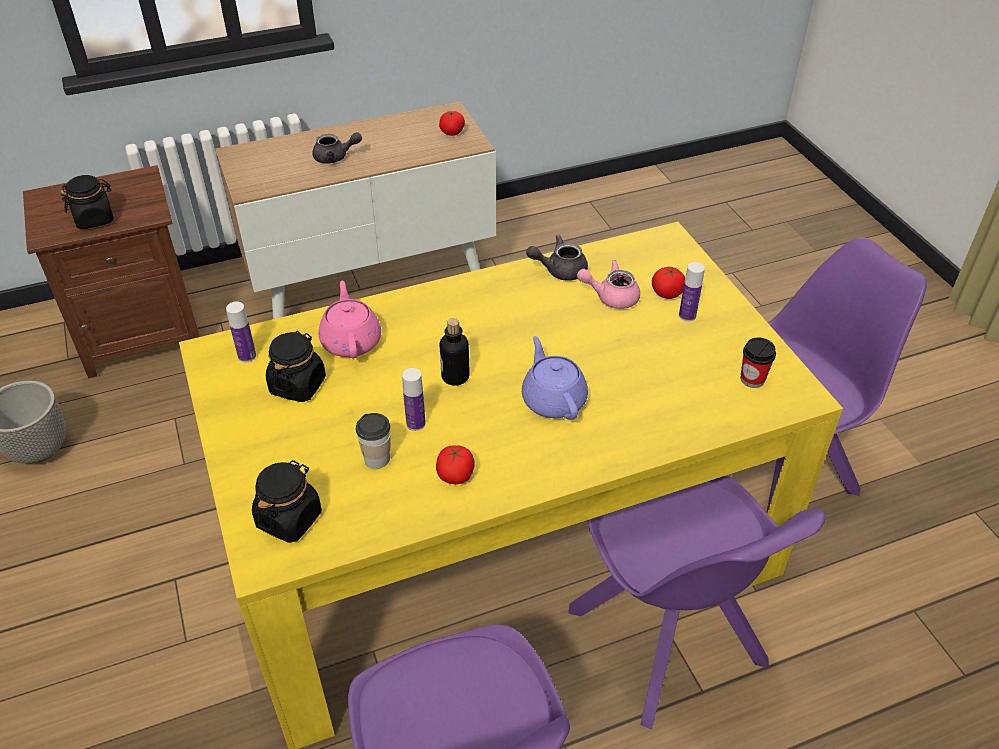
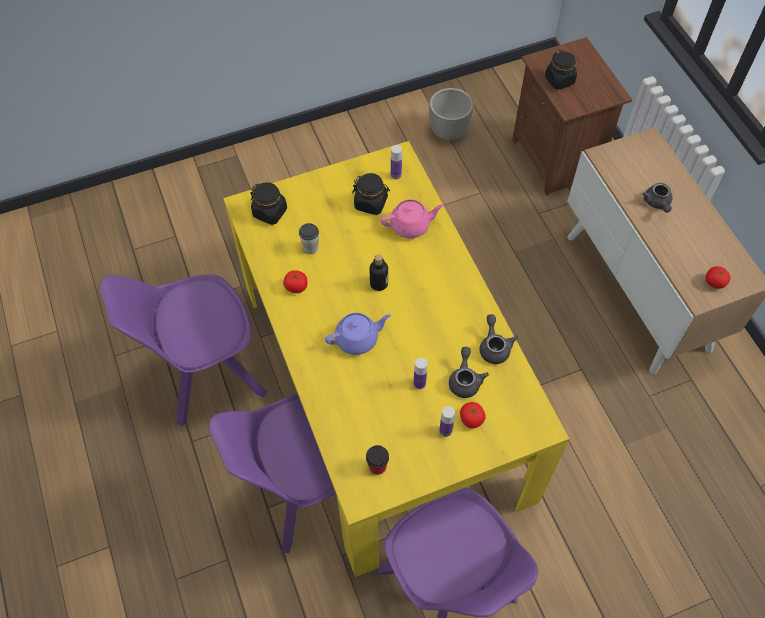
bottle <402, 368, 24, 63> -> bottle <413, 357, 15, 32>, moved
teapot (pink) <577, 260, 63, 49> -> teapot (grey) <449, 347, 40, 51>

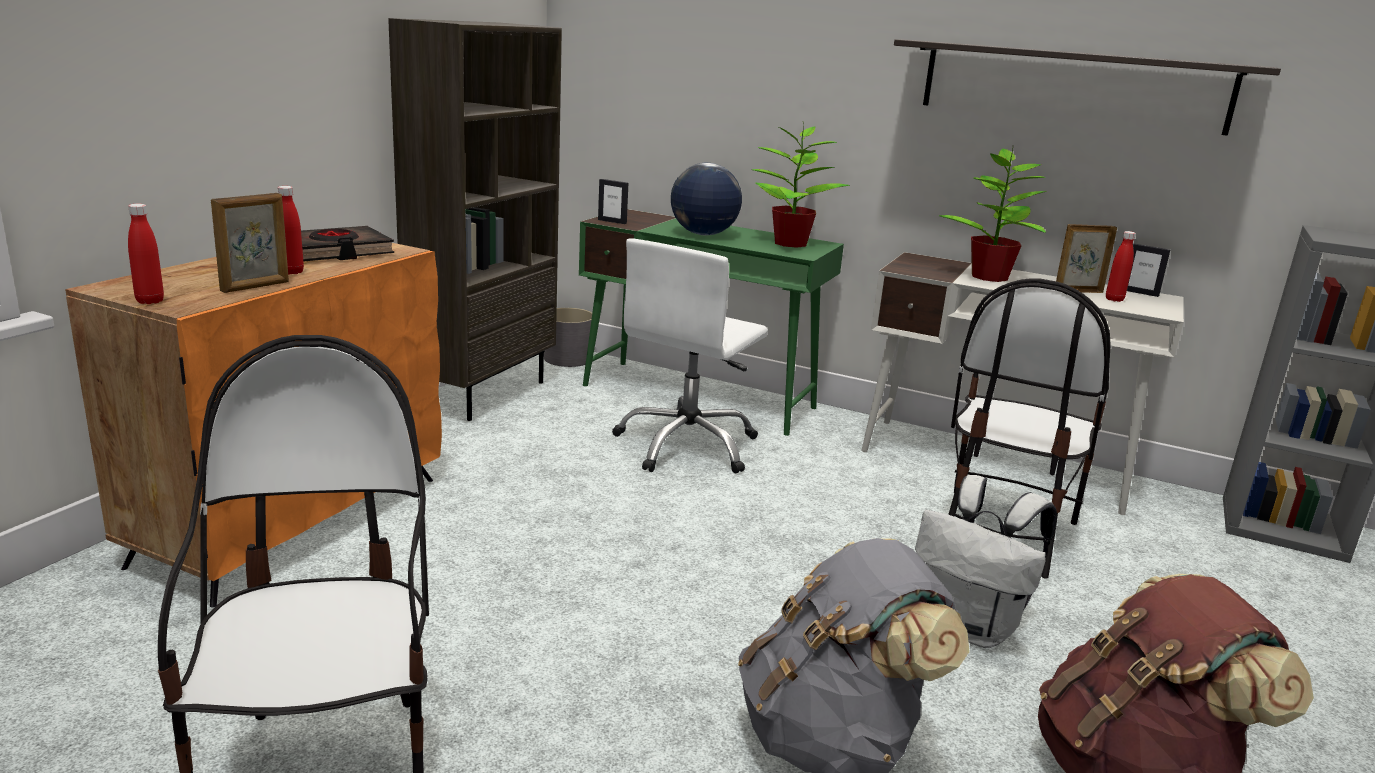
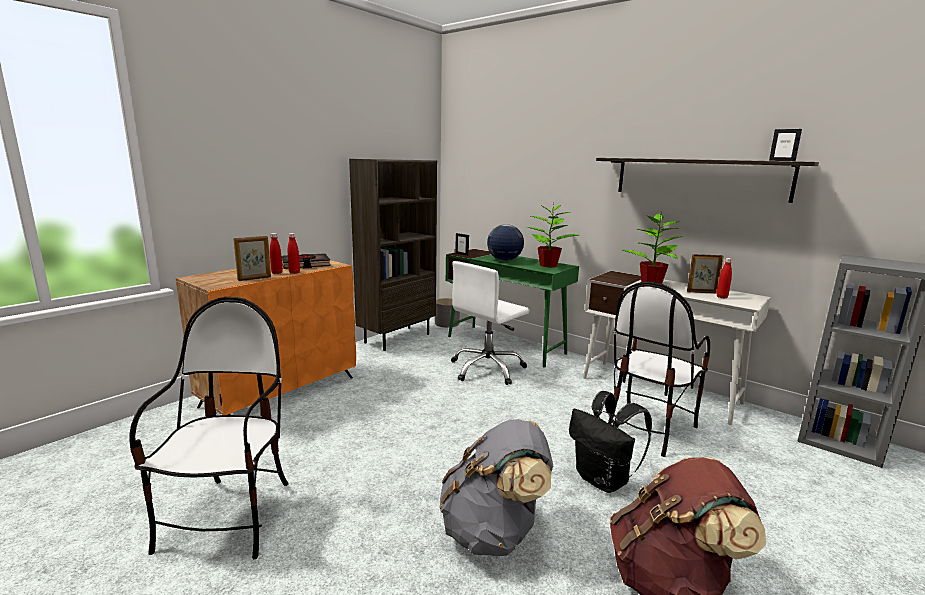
bottle (red) <128, 204, 36, 100> -> bottle (red) <288, 233, 12, 41>, moved
picture frame <1127, 243, 43, 54> -> picture frame <769, 129, 33, 32>, moved
backpack (white) <915, 475, 142, 173> -> backpack (black) <569, 391, 83, 102>

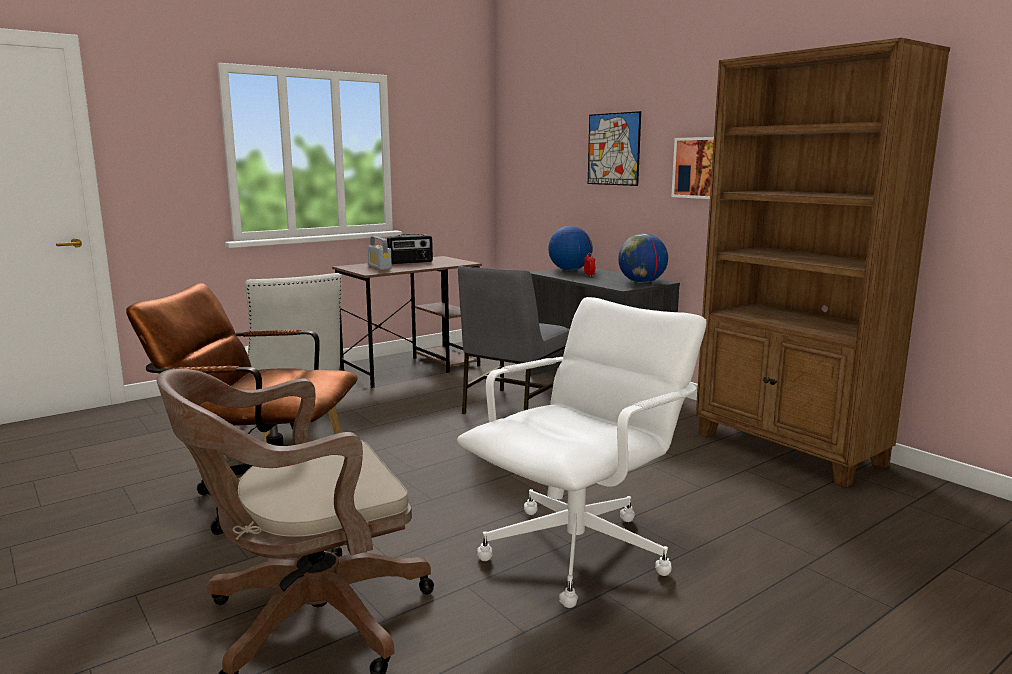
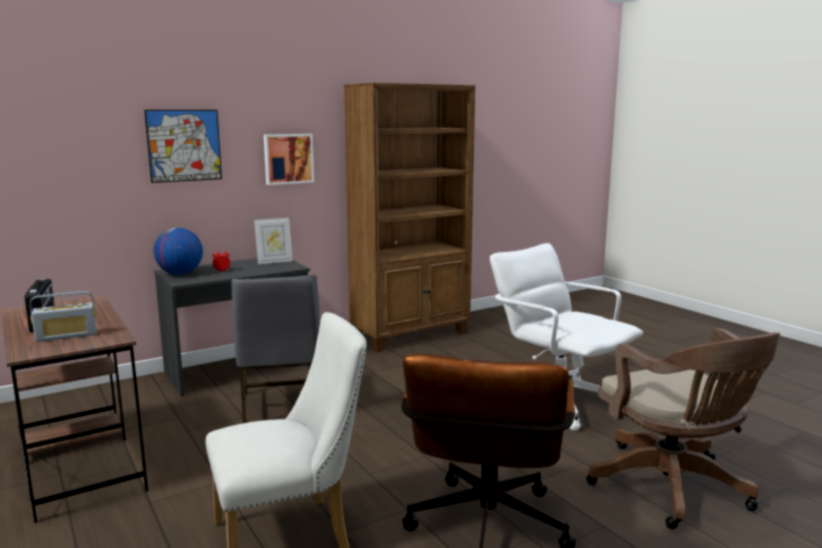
globe <618, 233, 50, 50> -> picture frame <254, 218, 39, 46>
chair (grey) <458, 266, 112, 148> -> chair (grey) <231, 274, 89, 149>, 45 degrees clockwise

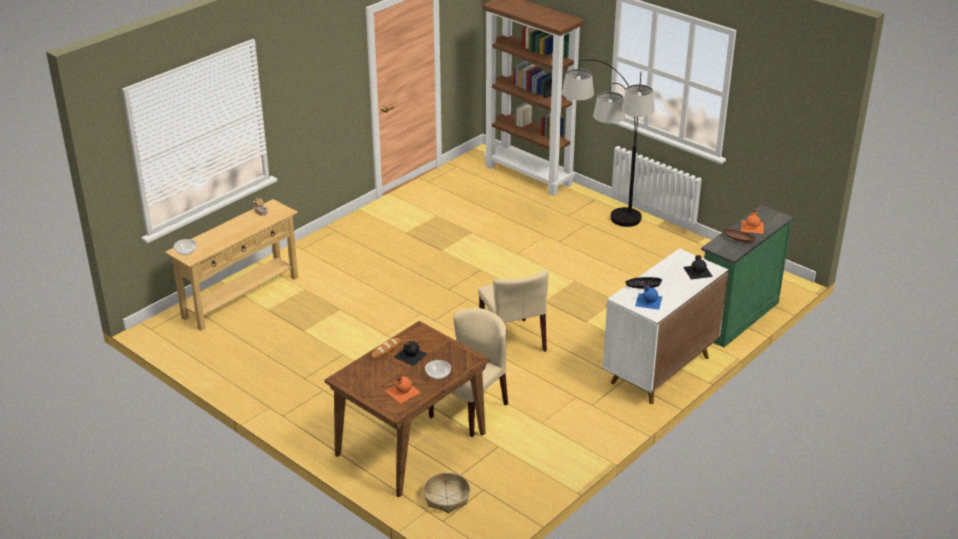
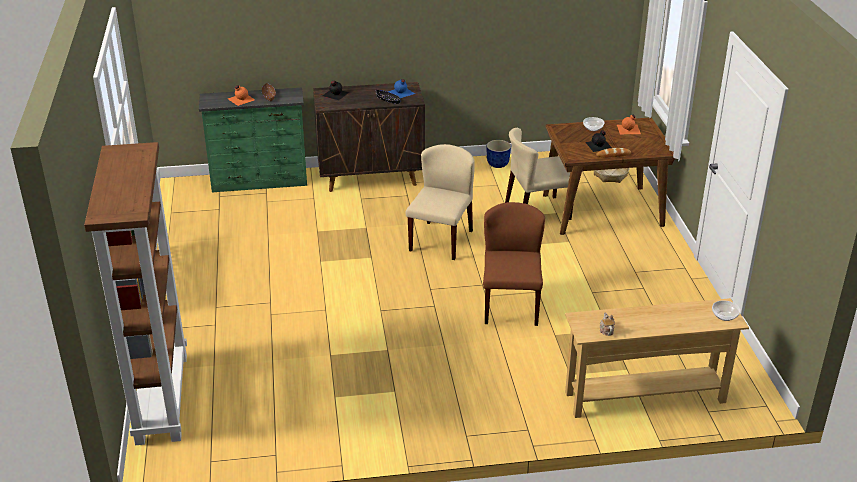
floor lamp <562, 60, 93, 167> -> none
none -> chair (brown) <483, 202, 62, 124>
none -> planter <486, 140, 25, 28>
cabinet (white) <603, 248, 126, 156> -> cabinet (brown) <313, 82, 112, 110>

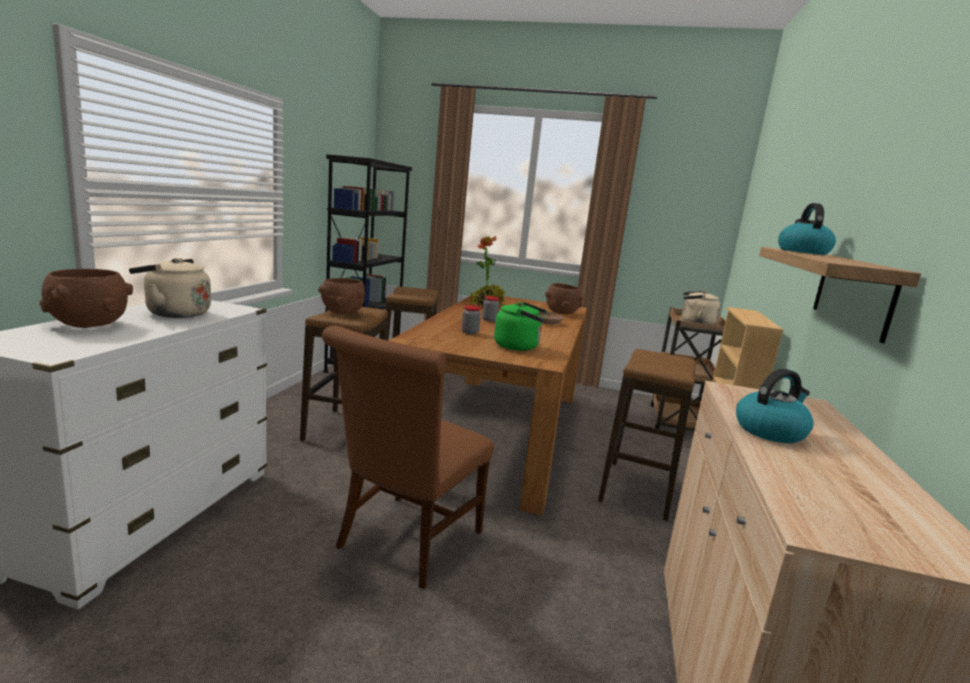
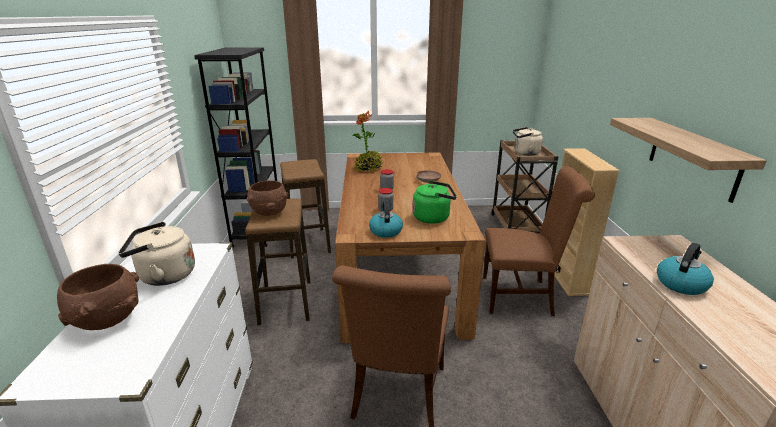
bowl (brown) <545, 283, 39, 31> -> none
kettle <778, 203, 58, 52> -> kettle <369, 201, 34, 37>, moved
stool <598, 349, 98, 172> -> chair (brown) <483, 166, 112, 151>

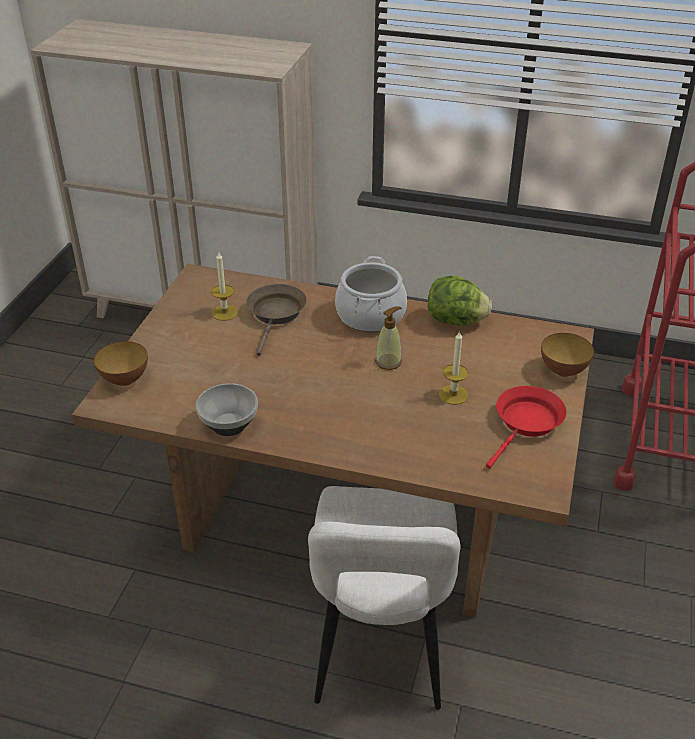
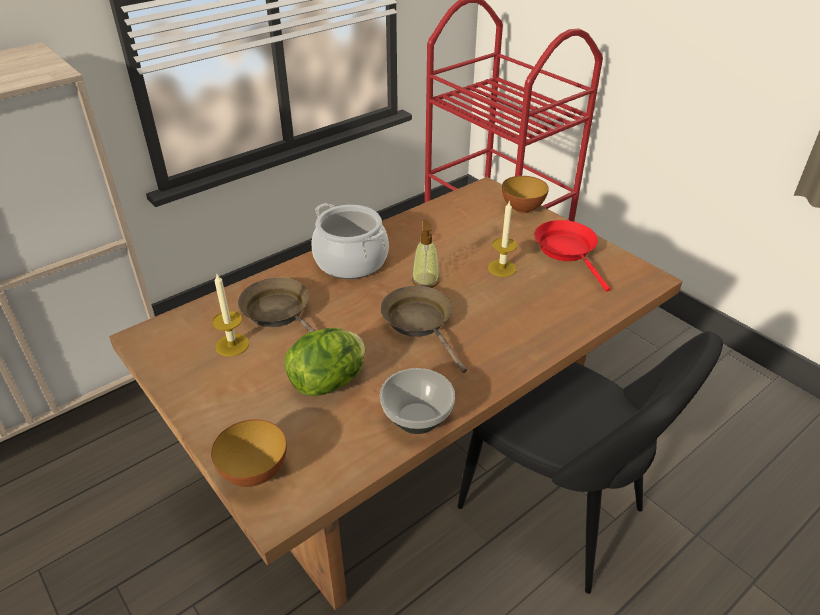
none -> frying pan (brown) <381, 286, 86, 87>
lettuce <428, 276, 64, 50> -> lettuce <284, 328, 81, 68>, moved
chair (white) <308, 486, 152, 224> -> chair (black) <457, 331, 266, 263>

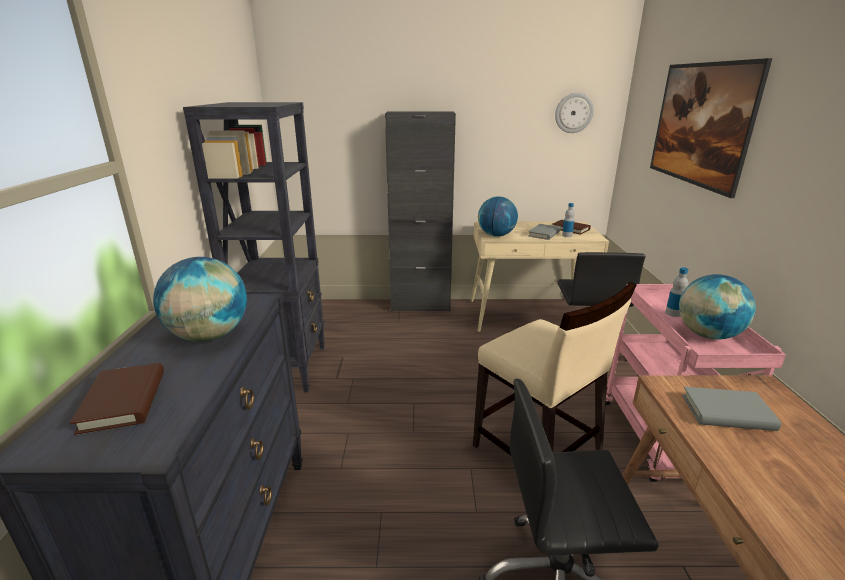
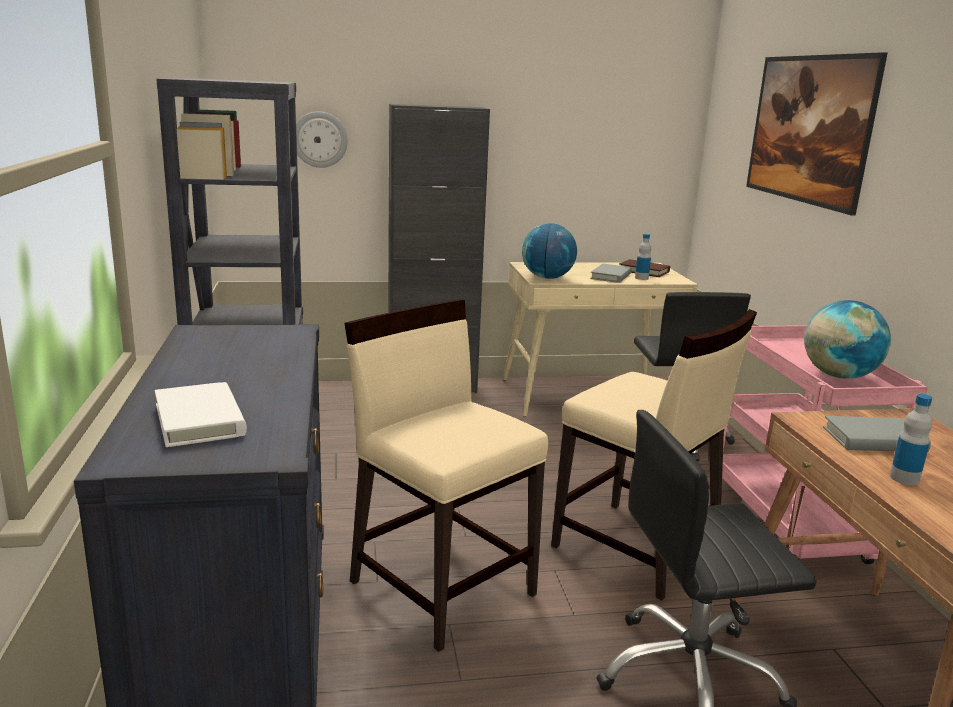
globe <153, 257, 94, 85> -> none
none -> chair (beige) <344, 300, 204, 352>
wall clock <555, 93, 39, 40> -> wall clock <296, 112, 52, 56>, moved
bottle <665, 267, 23, 50> -> bottle <890, 394, 42, 91>, moved
book (brown) <70, 363, 94, 72> -> book (white) <155, 382, 92, 65>

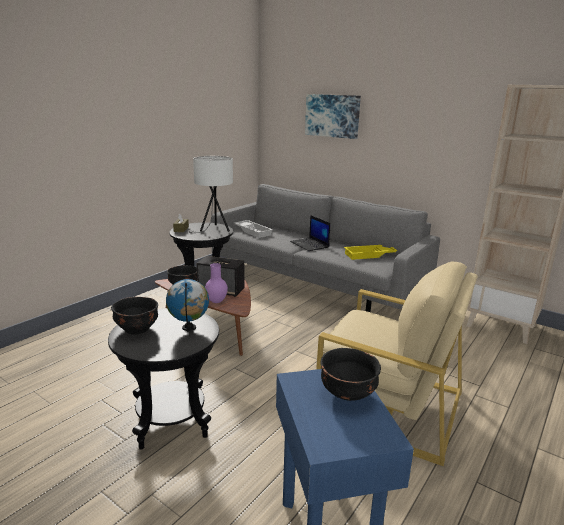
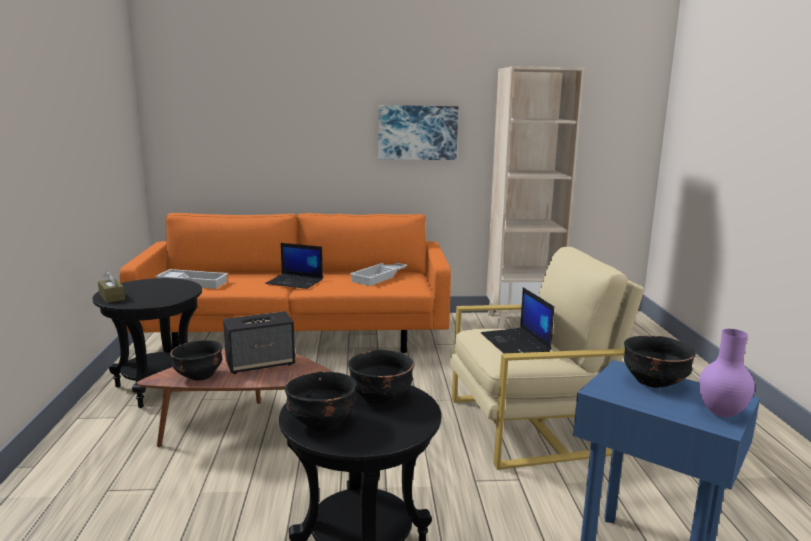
table lamp (white) <188, 156, 45, 77> -> none
none -> laptop <481, 287, 73, 66>
vase (purple) <205, 263, 23, 40> -> vase (purple) <699, 329, 56, 88>, moved
picture <305, 94, 56, 45> -> picture <378, 105, 80, 55>, moved
globe <166, 279, 43, 52> -> bowl (black) <348, 350, 66, 53>
sofa (grey) <211, 184, 229, 128> -> sofa (orange) <120, 213, 331, 140>
tray (yellow) <344, 245, 54, 15> -> tray (white) <350, 263, 57, 23>

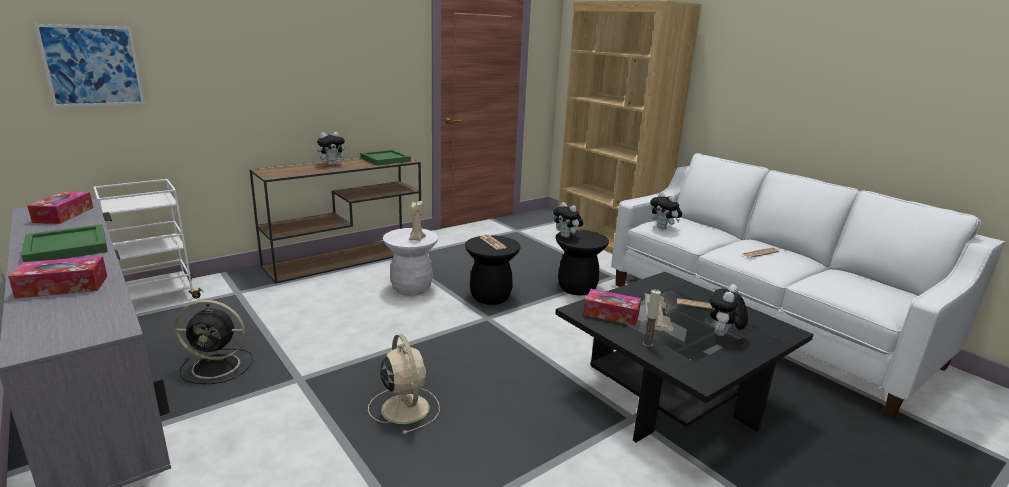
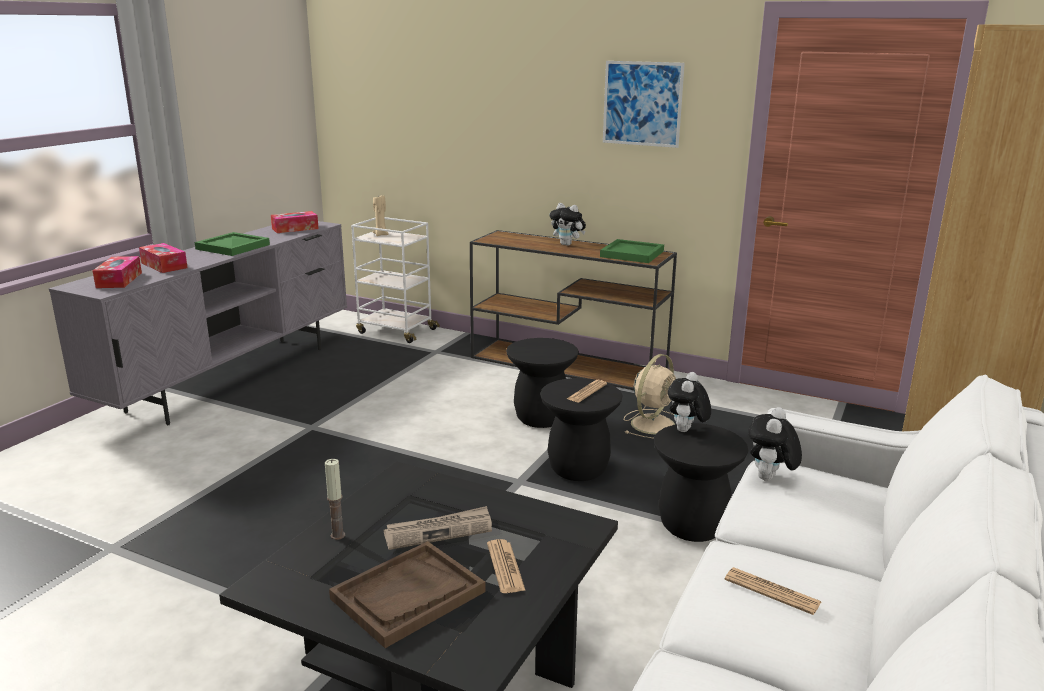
fan (black) <175, 300, 78, 84> -> none
picture <35, 24, 109, 83> -> picture <603, 61, 82, 87>, moved
fan (beige) <368, 334, 72, 100> -> fan (beige) <624, 354, 52, 85>, moved
candle (beige) <409, 201, 17, 40> -> candle (beige) <373, 195, 16, 41>, moved
tissue box <584, 289, 57, 37> -> tissue box <92, 256, 50, 32>, moved
plush toy <710, 284, 38, 52> -> tray (brown) <329, 541, 157, 107>
stool (white) <383, 228, 55, 68> -> stool (black) <506, 338, 73, 90>

